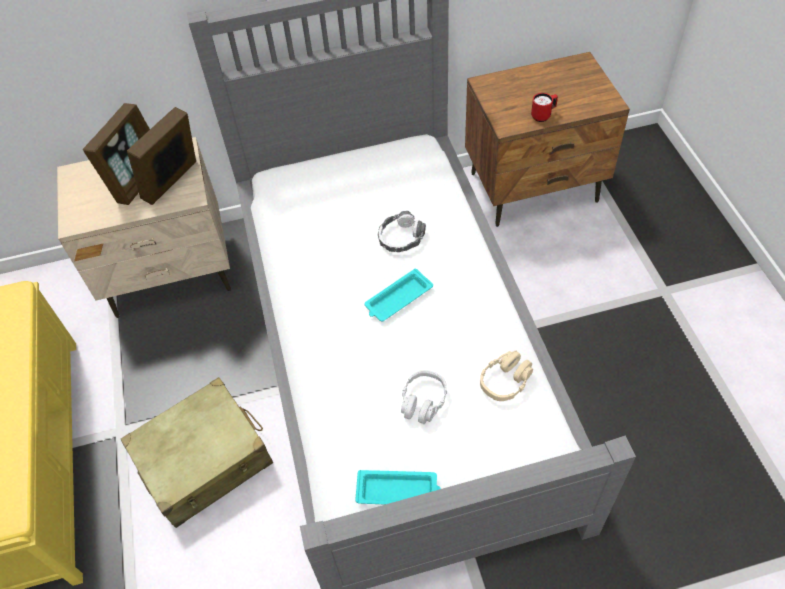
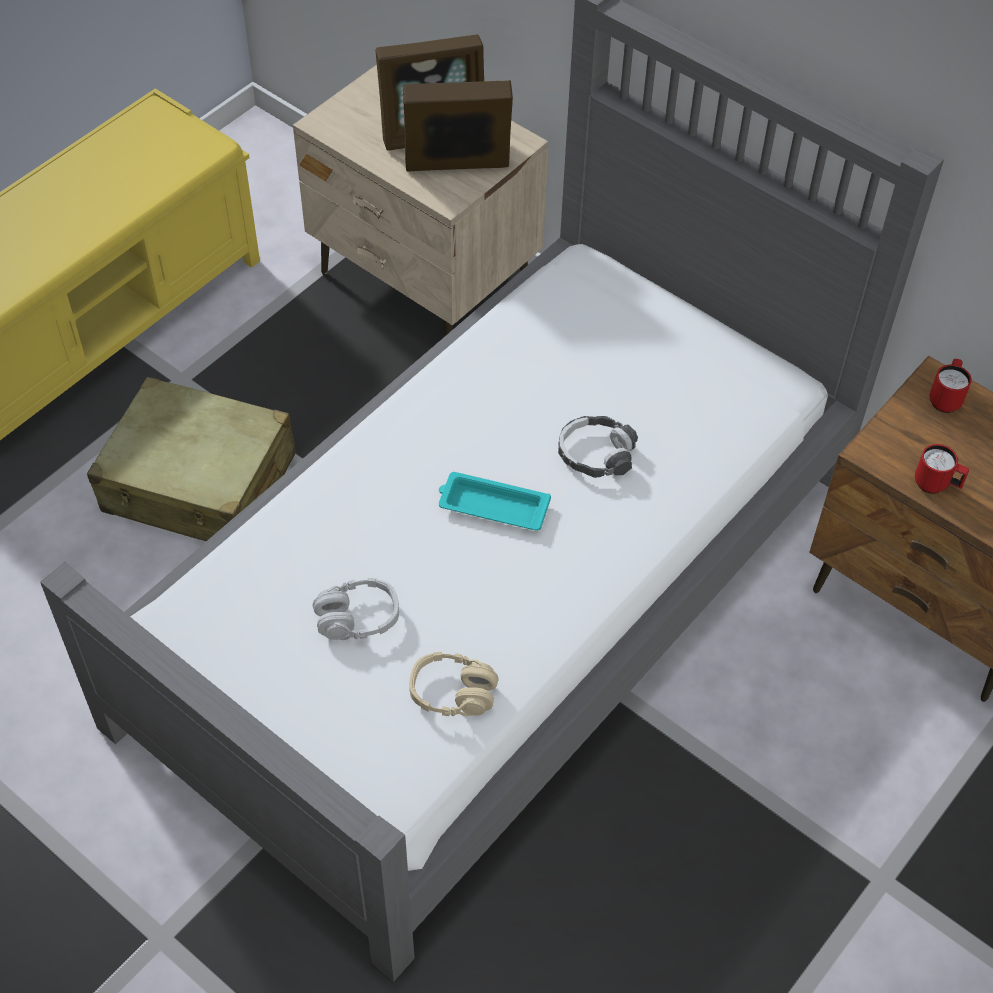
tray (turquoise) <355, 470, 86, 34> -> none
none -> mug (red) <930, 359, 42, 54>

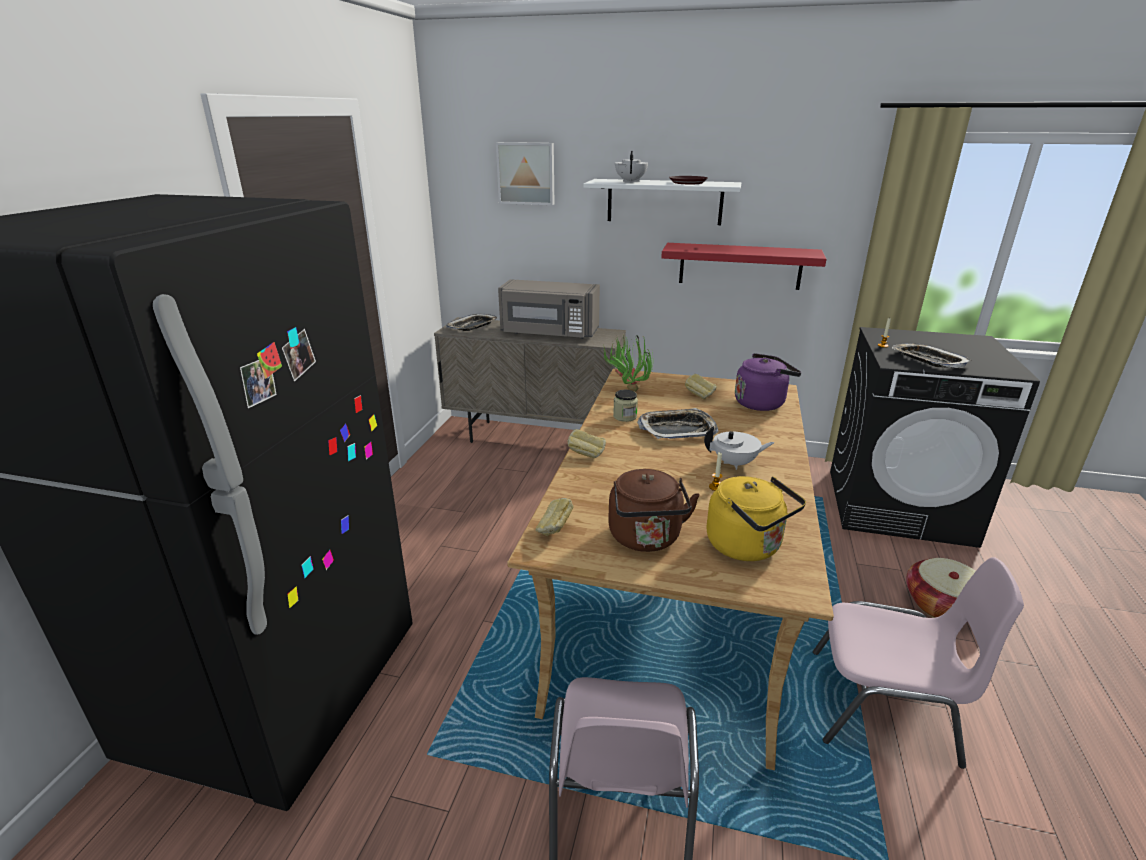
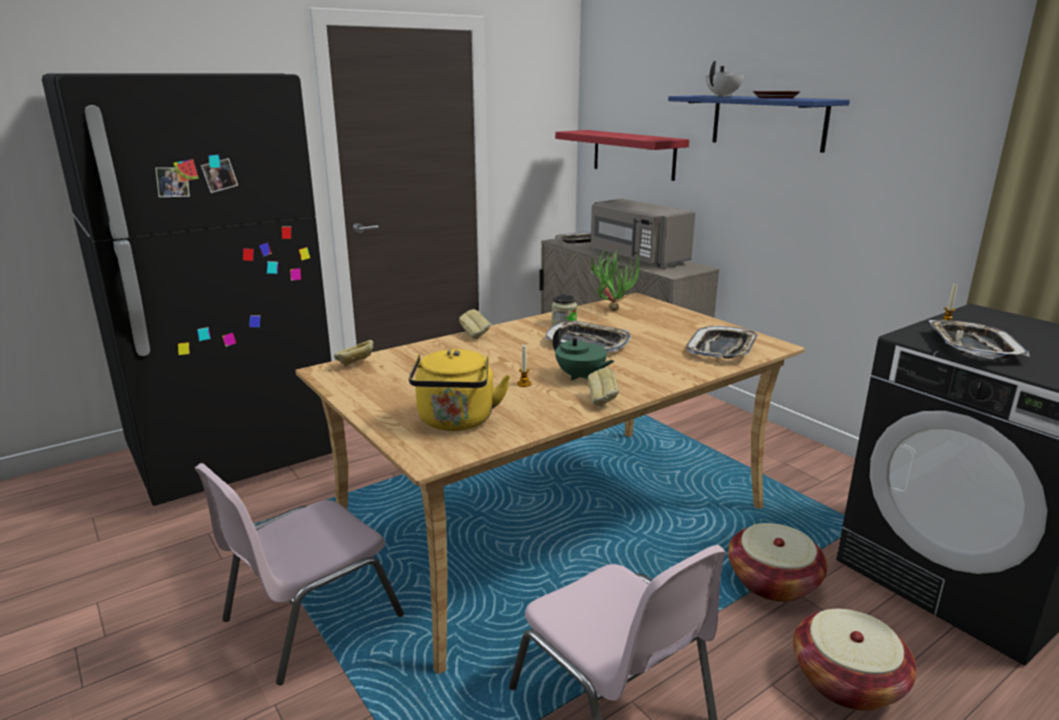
picture <496, 142, 58, 63> -> none
kettle (brown) <608, 469, 92, 83> -> none
none -> basket <728, 523, 99, 79>
shelf (red) <661, 243, 165, 47> -> shelf (red) <555, 130, 134, 51>, moved
bread <685, 374, 32, 25> -> bread <588, 367, 31, 40>, moved
kettle (purple) <735, 353, 66, 58> -> tray <686, 326, 72, 33>
shelf (white) <583, 179, 158, 46> -> shelf (blue) <668, 95, 182, 58>
teapot (white) <704, 426, 70, 44> -> teapot (green) <553, 328, 62, 53>

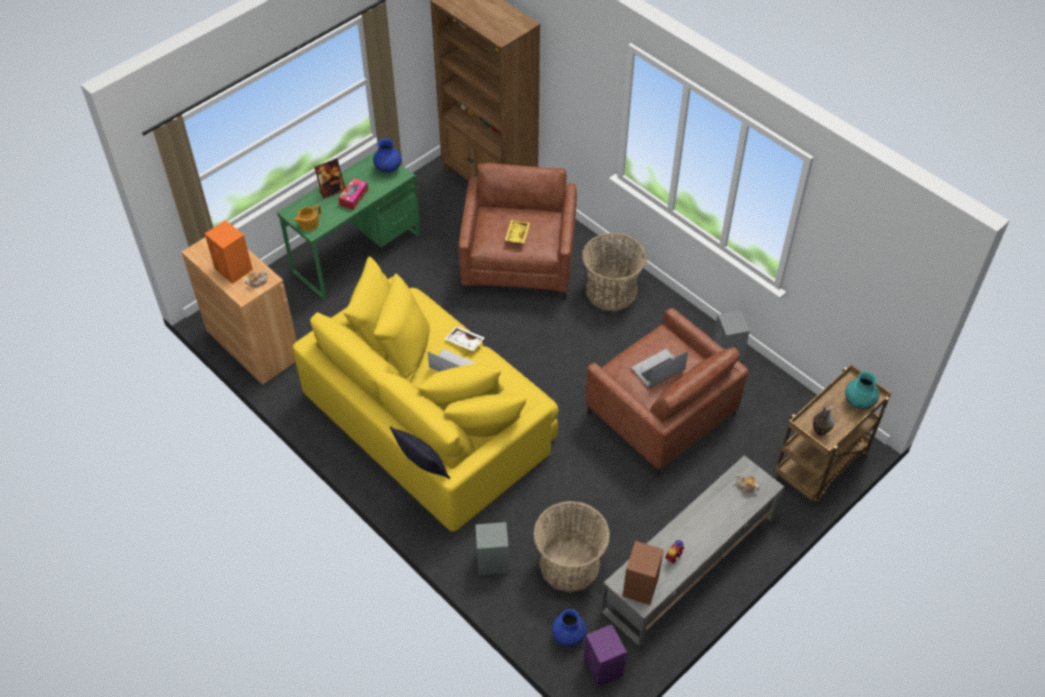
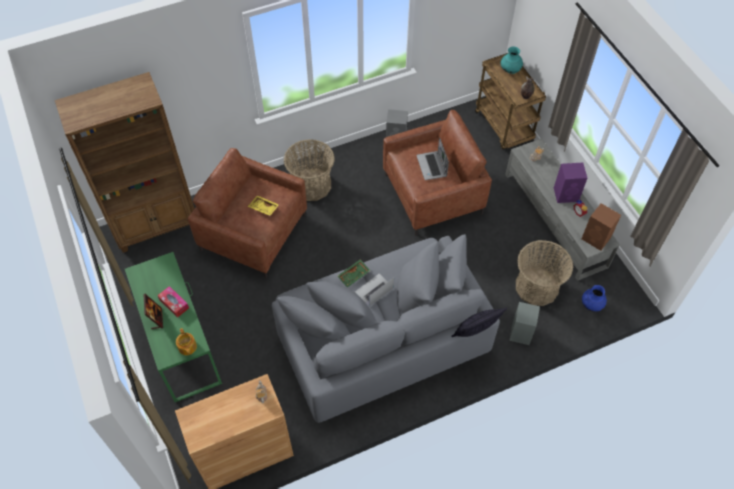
speaker (orange) <205, 220, 48, 64> -> none
vase (blue) <373, 138, 29, 35> -> none
speaker (purple) <584, 624, 43, 63> -> speaker (purple) <554, 163, 33, 40>, moved
sofa (yellow) <293, 257, 266, 275> -> sofa (grey) <272, 234, 228, 189>
tray (white) <445, 326, 40, 25> -> tray (green) <337, 259, 33, 28>

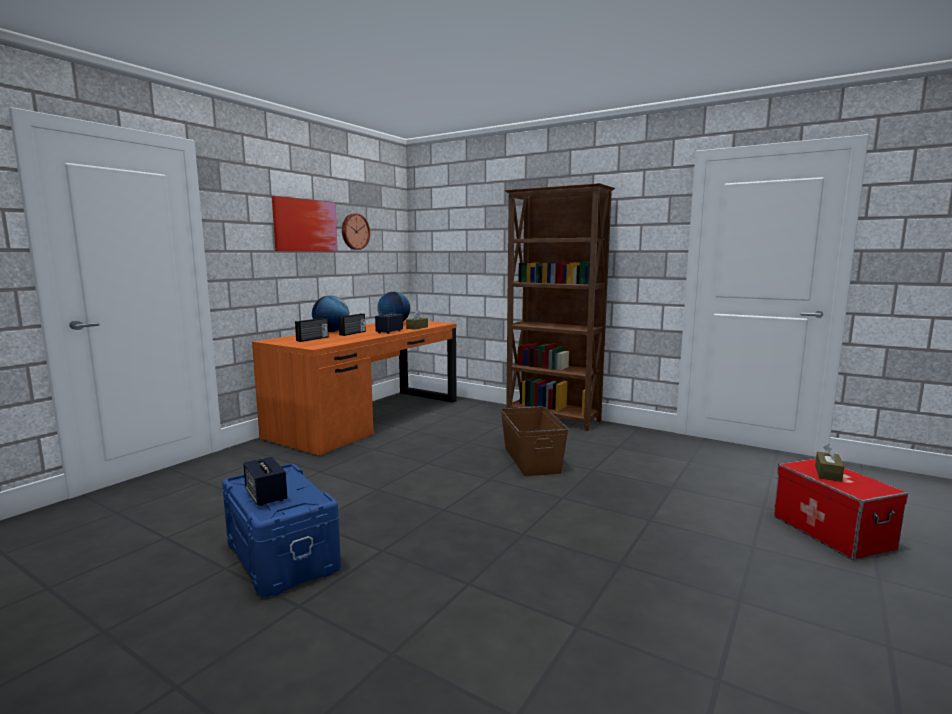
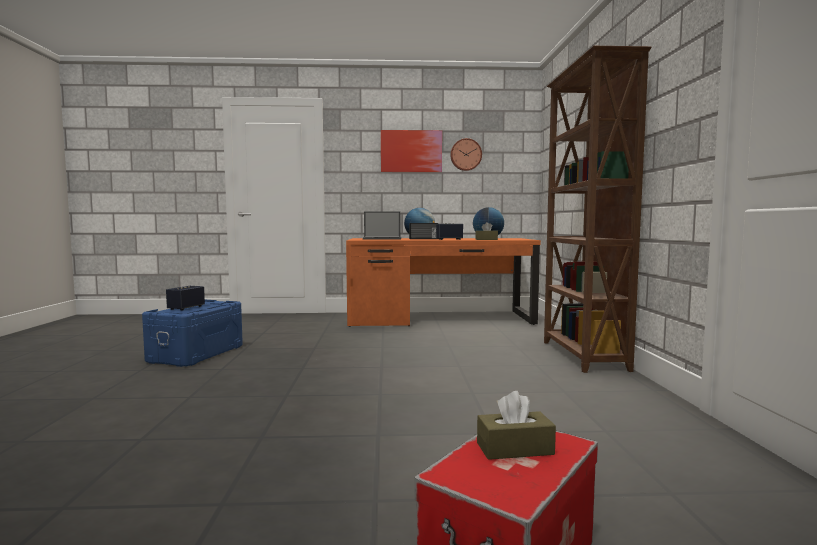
storage box (brown) <500, 406, 69, 70> -> none
radio <295, 318, 34, 24> -> laptop <363, 211, 38, 29>

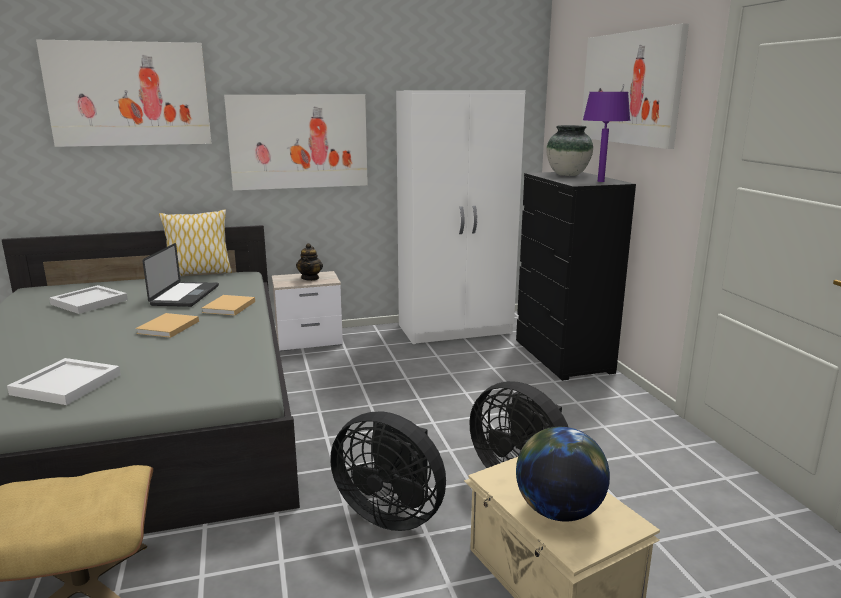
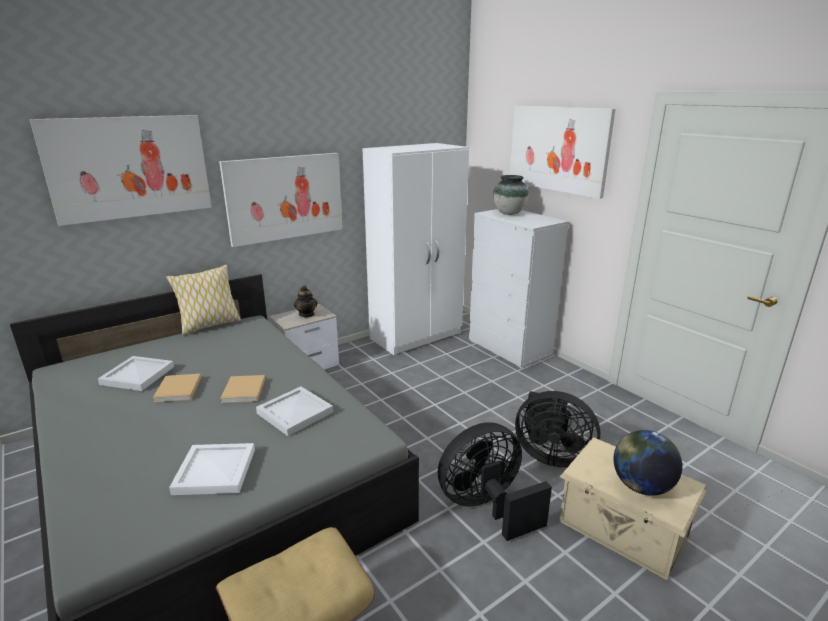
laptop <143, 243, 76, 64> -> none
table lamp (purple) <583, 92, 47, 90> -> none
none -> tray (white) <256, 387, 77, 49>
book (beige) <202, 295, 53, 21> -> book (beige) <153, 374, 48, 28>, moved
dresser (black) <516, 172, 120, 209> -> dresser (white) <469, 209, 100, 160>
fan (black) <330, 412, 116, 119> -> fan (black) <438, 422, 114, 119>, 150 degrees clockwise

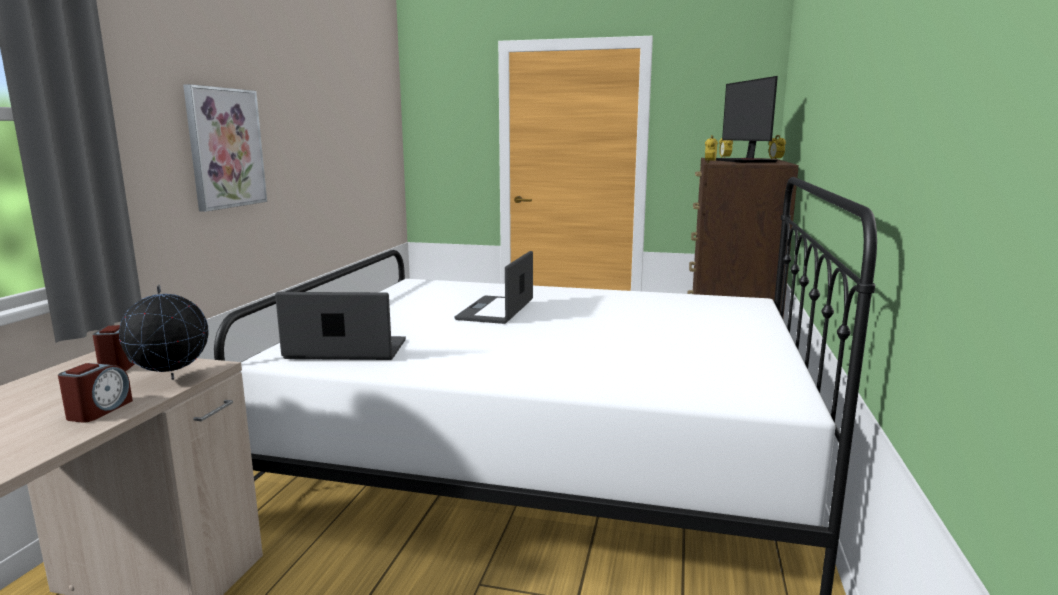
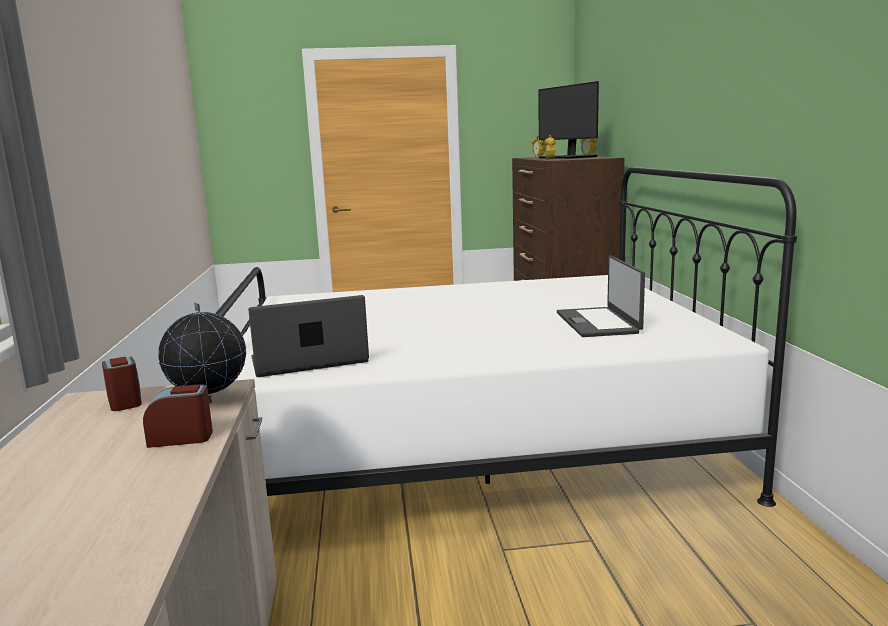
picture <183, 84, 84, 128> -> none
laptop <455, 251, 78, 73> -> laptop <557, 255, 88, 82>, moved
alarm clock <58, 363, 75, 60> -> alarm clock <143, 384, 70, 64>, 90 degrees counterclockwise

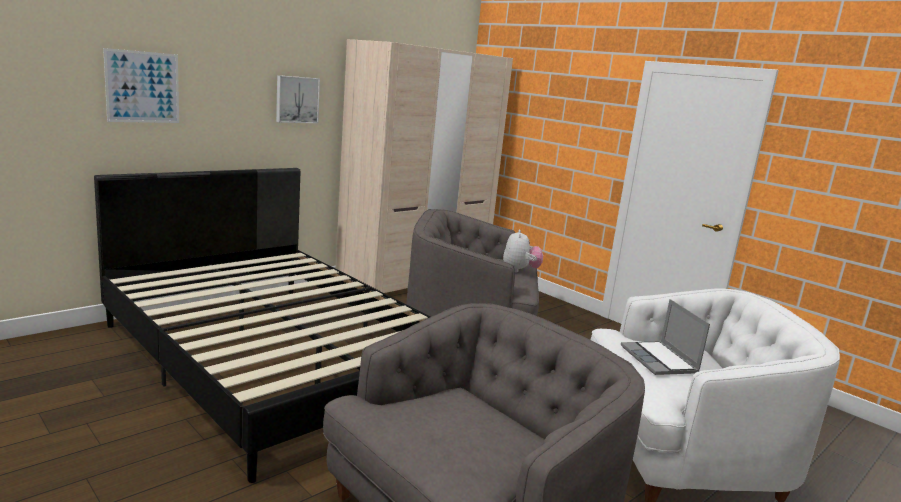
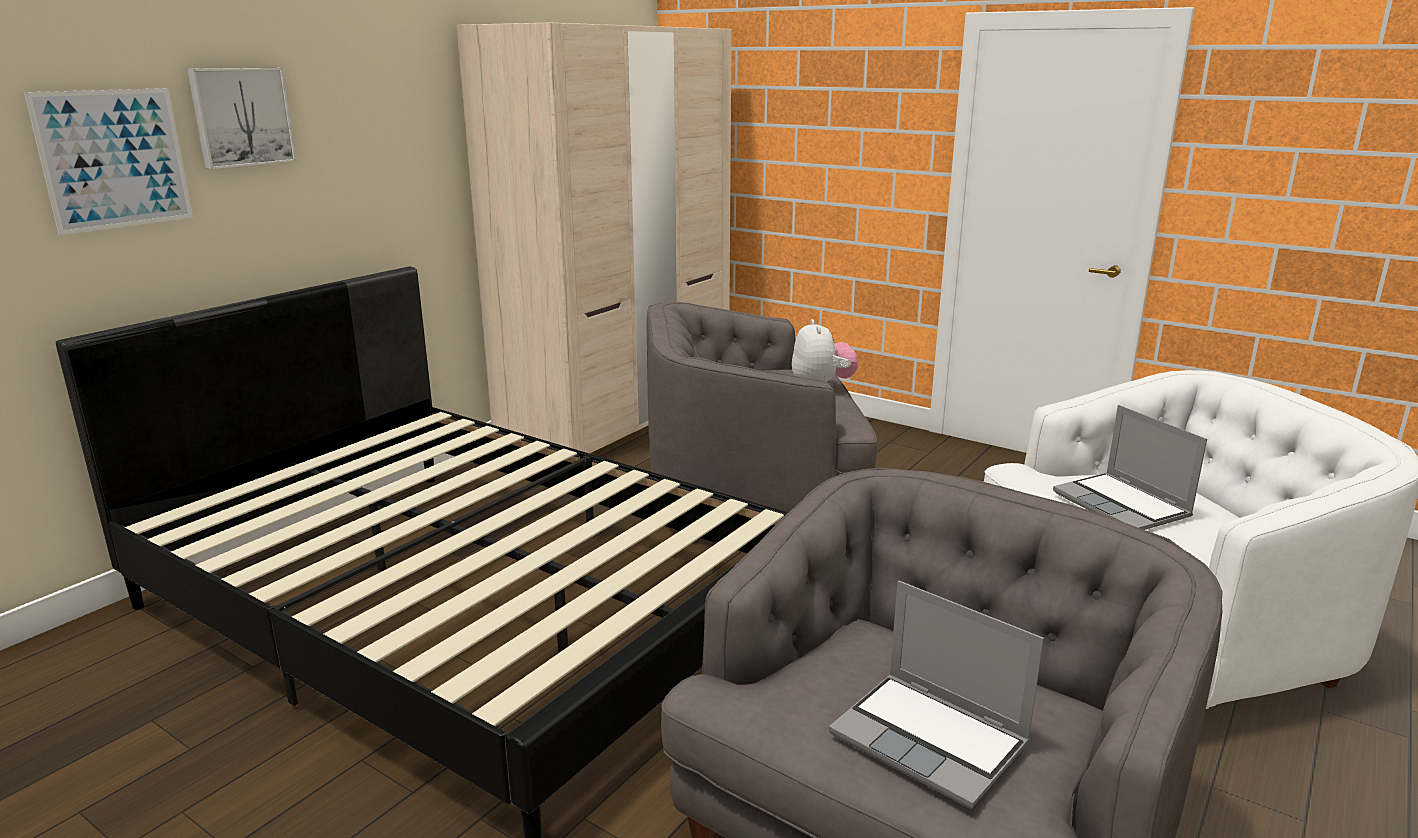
none -> laptop <829, 580, 215, 229>
picture <276, 75, 44, 48> -> picture <187, 68, 109, 101>, moved

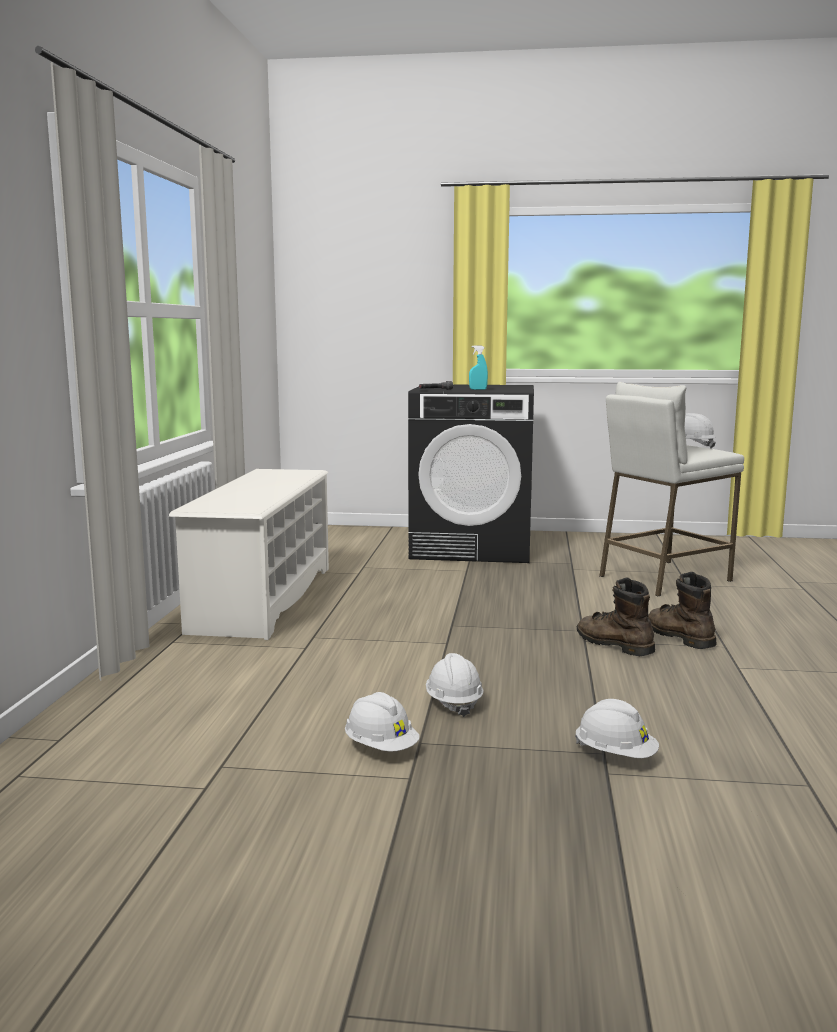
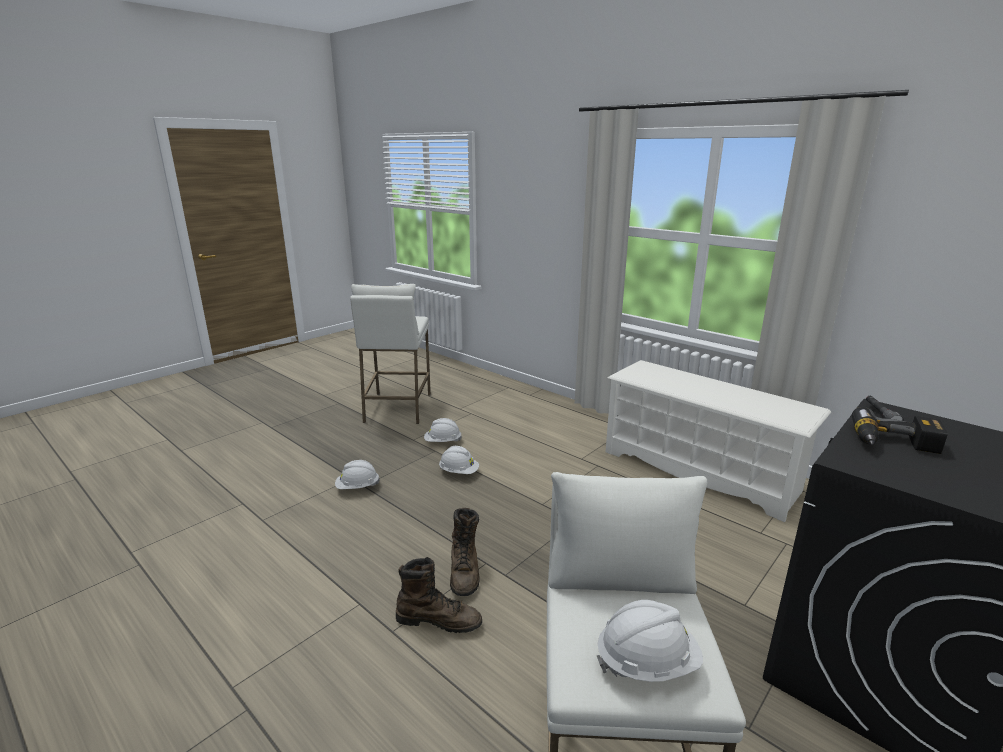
none -> stool (white) <350, 284, 81, 140>
spray bottle (turquoise) <469, 345, 19, 45> -> power drill <852, 407, 95, 47>
boot (brown) <577, 578, 78, 78> -> boot (brown) <450, 508, 30, 88>, 90 degrees clockwise

